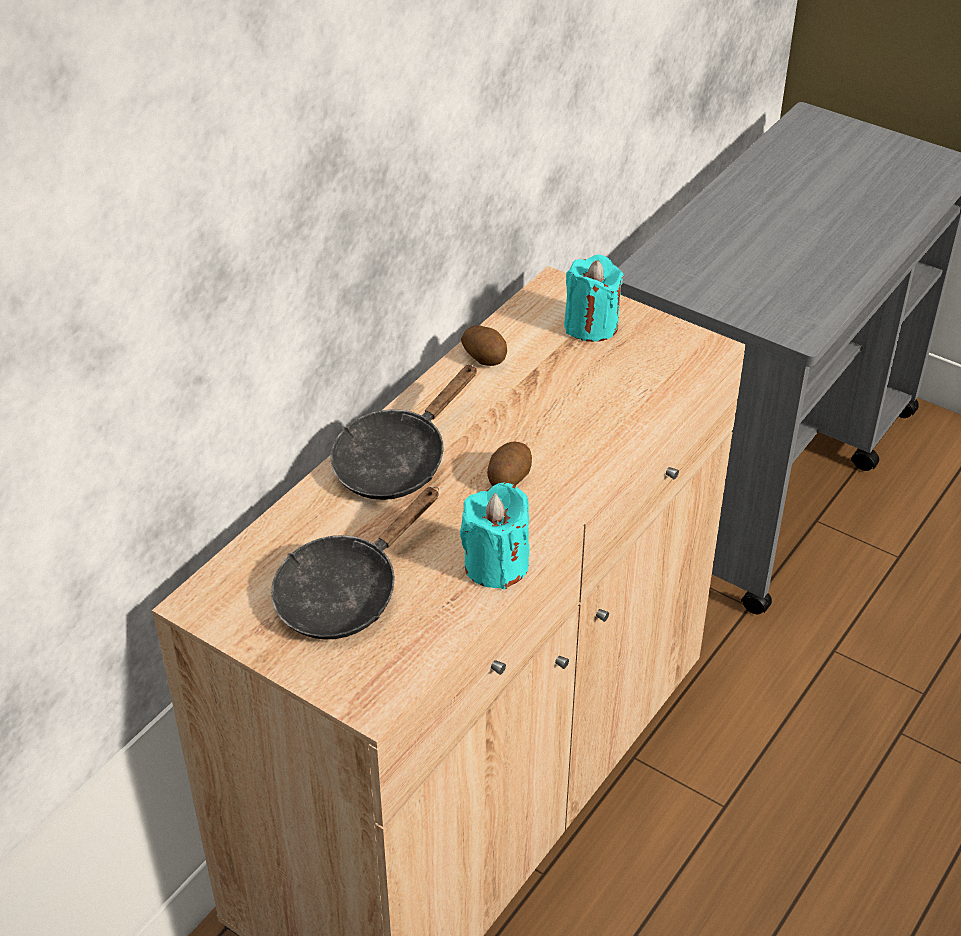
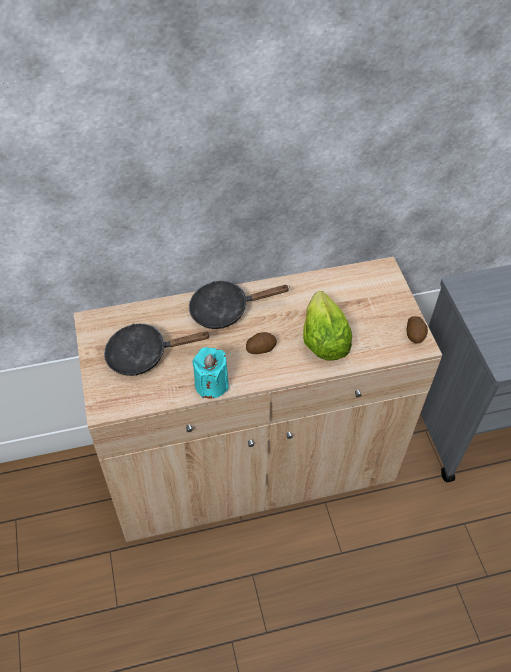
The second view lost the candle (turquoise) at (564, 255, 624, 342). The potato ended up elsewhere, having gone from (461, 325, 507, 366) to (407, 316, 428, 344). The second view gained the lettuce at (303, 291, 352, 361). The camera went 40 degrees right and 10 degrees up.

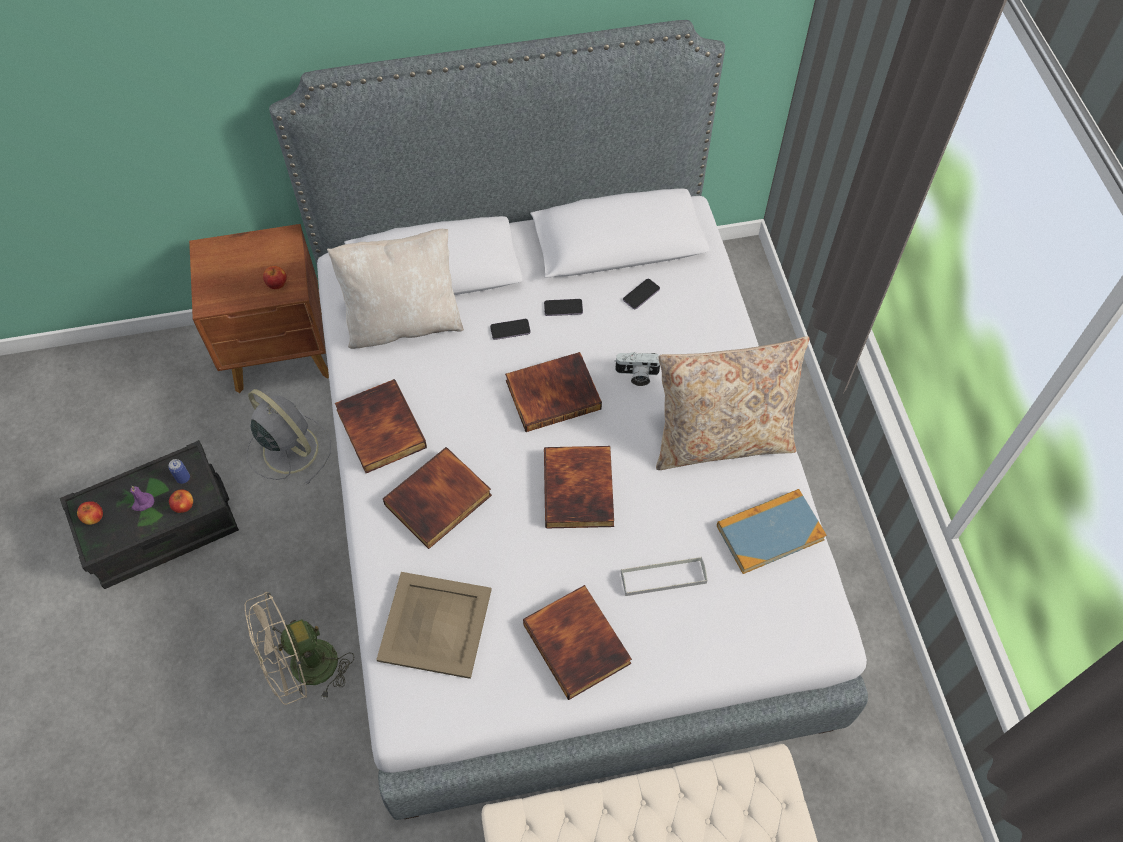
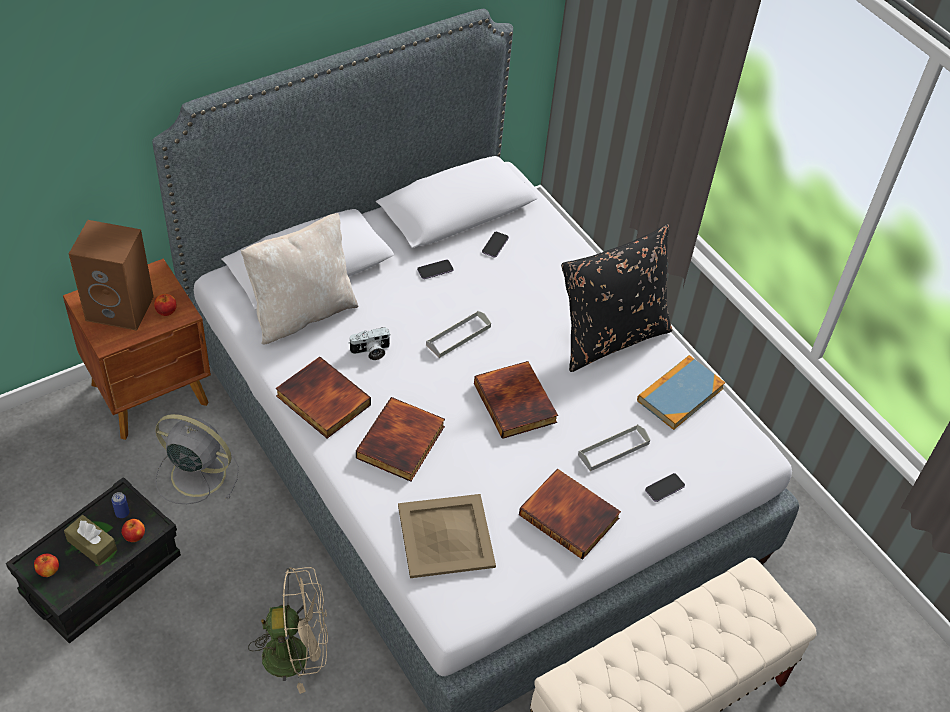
The phone ended up elsewhere, having gone from (490, 319, 531, 340) to (645, 473, 685, 502). What was the pillow (beige) at (656, 337, 810, 470) turned into the pillow (black) at (561, 224, 673, 372). Where the book stood at (505, 352, 602, 432), the tray (grey) came to stand at (426, 311, 491, 358). The photo camera ended up elsewhere, having gone from (614, 352, 660, 386) to (349, 327, 391, 360). Where the candle (purple) stood at (130, 486, 154, 511), the tissue box (brown) came to stand at (64, 515, 117, 566). The fan (beige) at (245, 592, 354, 705) ended up facing another way, 135 degrees counterclockwise from before. The second view gained the speaker (brown) at (69, 220, 154, 331). The camera went 25 degrees left and 10 degrees down.

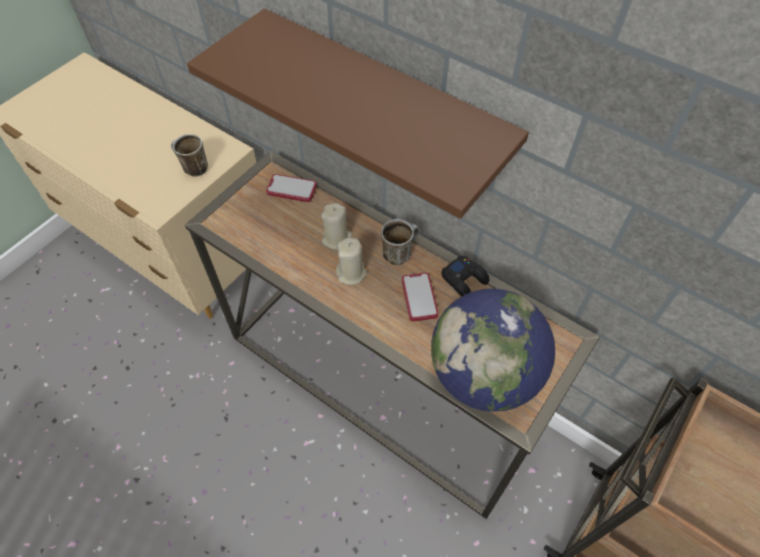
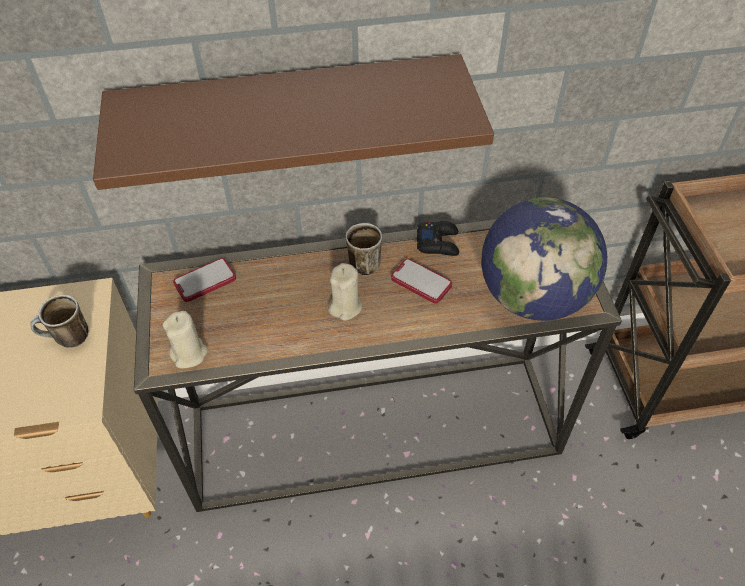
The candle (beige) ended up elsewhere, having gone from (321, 203, 352, 250) to (163, 311, 208, 369). The camera went 45 degrees left and 5 degrees down.

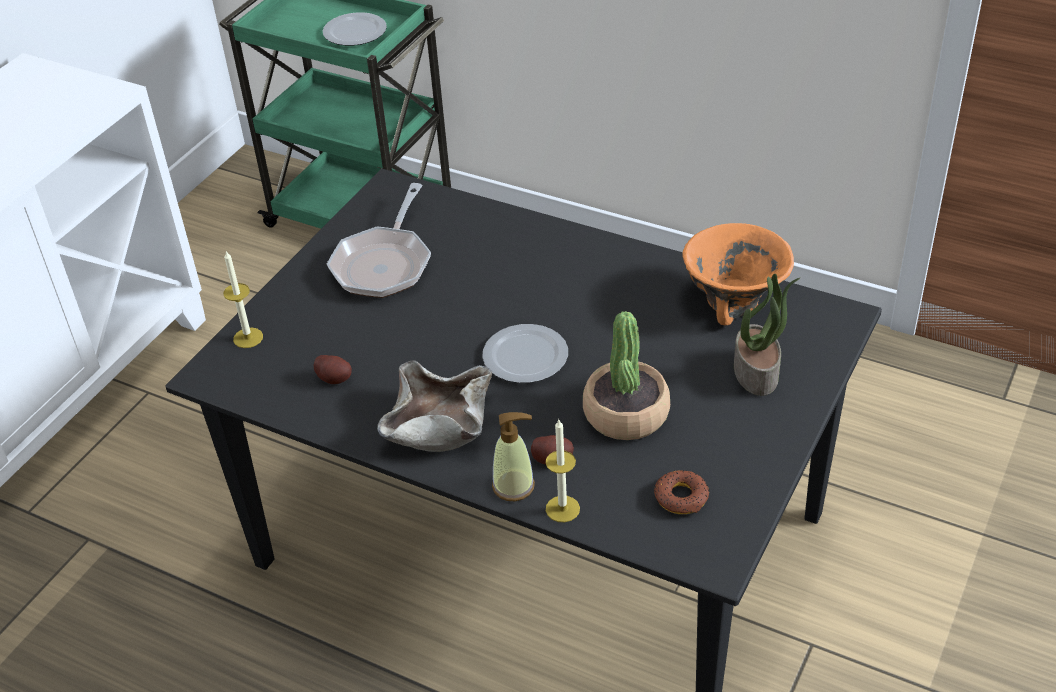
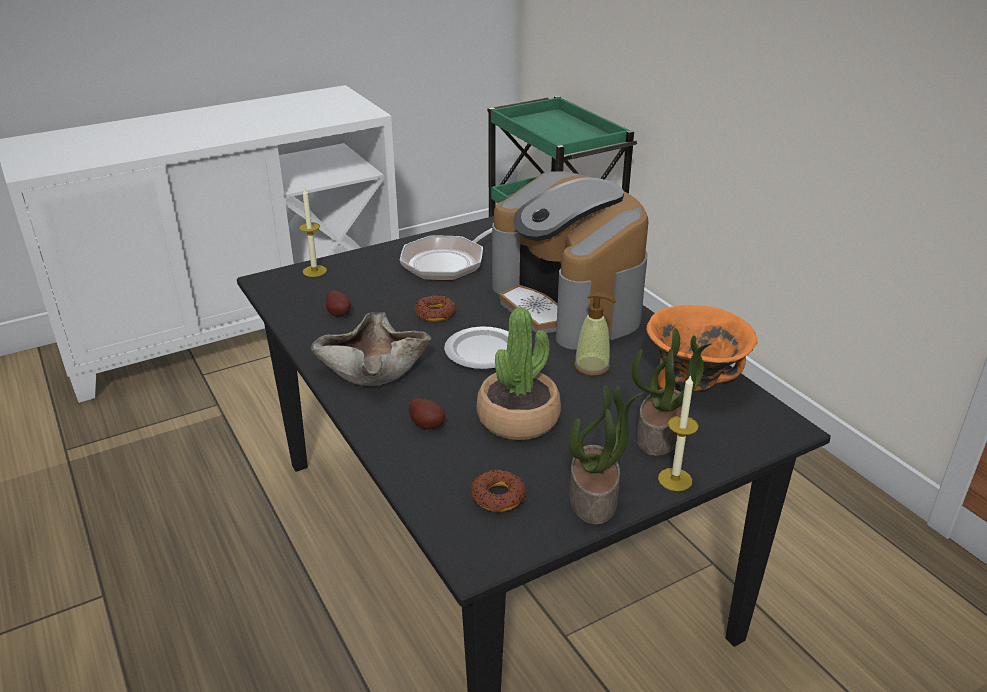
The second view lost the plate at (323, 12, 387, 46). The soap dispenser ended up elsewhere, having gone from (492, 412, 535, 501) to (574, 291, 617, 376). The candle ended up elsewhere, having gone from (546, 420, 580, 522) to (658, 374, 698, 491). The second view gained the coffee machine at (492, 171, 649, 350). The second view gained the donut at (414, 295, 456, 322). The second view gained the potted plant at (569, 385, 644, 525). The camera went 30 degrees right and 10 degrees down.

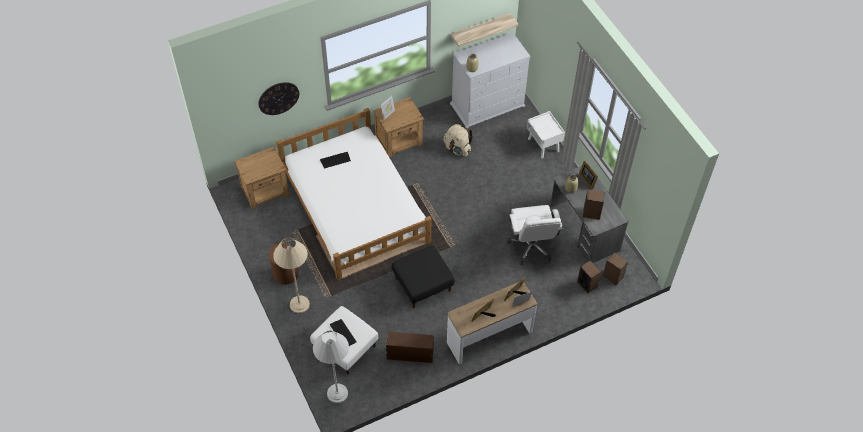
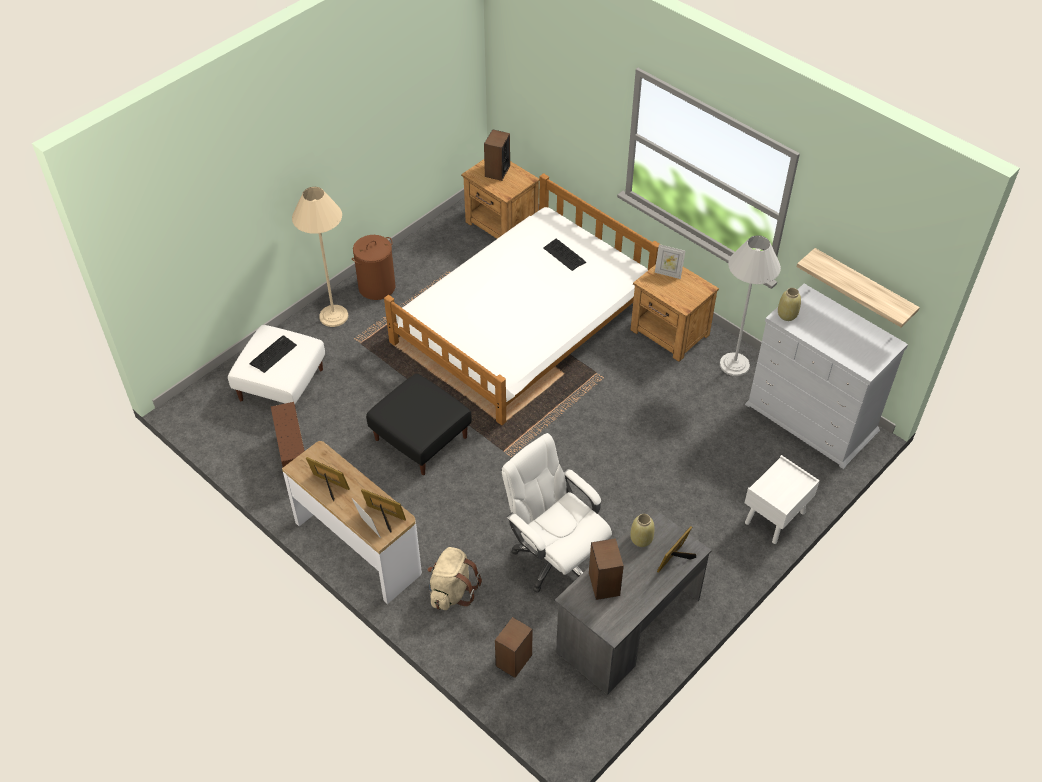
The second view lost the wall clock at (258, 82, 299, 115). The backpack (beige) ended up elsewhere, having gone from (443, 124, 473, 157) to (427, 547, 482, 610). The office chair (white) at (506, 205, 562, 265) ended up facing another way, 75 degrees clockwise from before. The speaker ended up elsewhere, having gone from (603, 253, 628, 285) to (484, 129, 510, 181). The floor lamp (white) ended up elsewhere, having gone from (313, 330, 349, 403) to (720, 235, 781, 376). The camera went 70 degrees right and 5 degrees down.

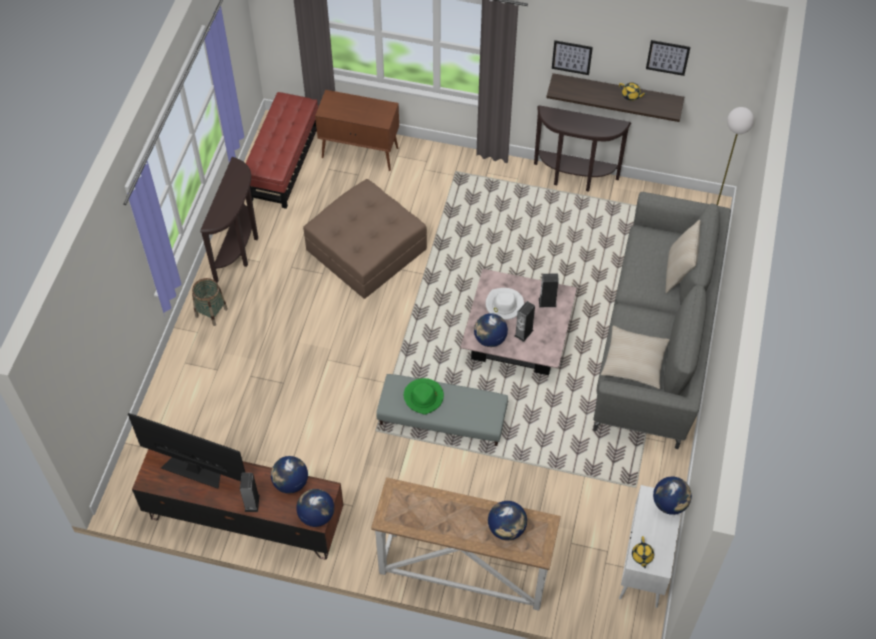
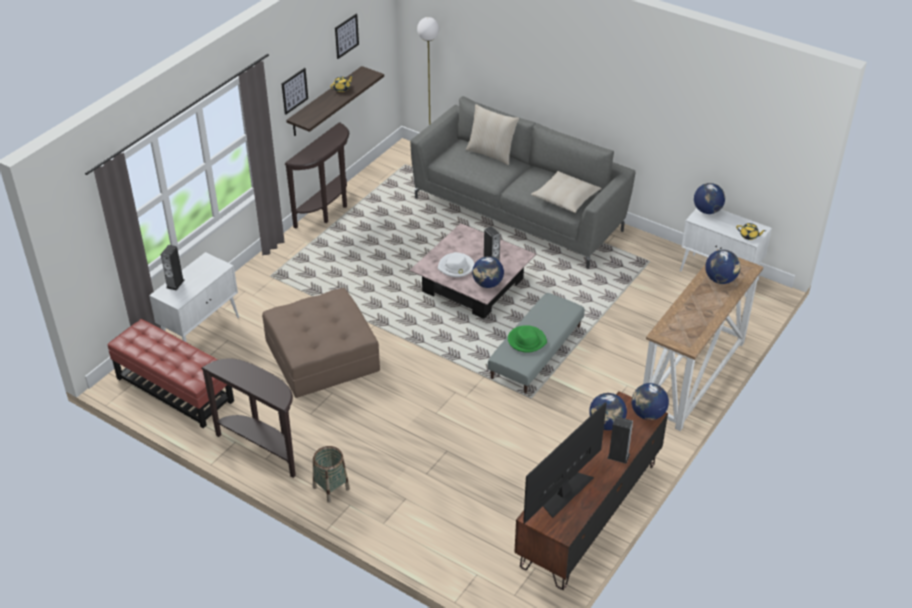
What was the cabinet (brown) at (315, 90, 399, 171) turned into the cabinet (white) at (149, 252, 239, 343). The speaker ended up elsewhere, having gone from (539, 273, 559, 307) to (161, 245, 184, 291). The camera went 70 degrees left and 15 degrees down.

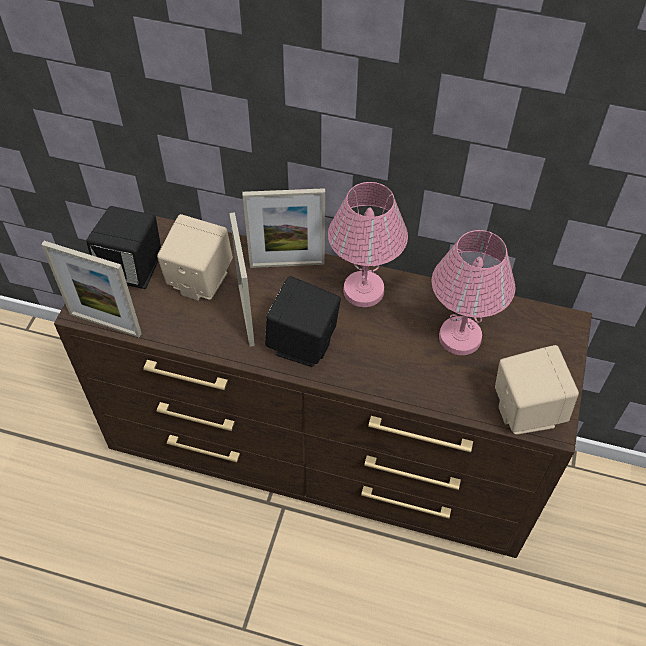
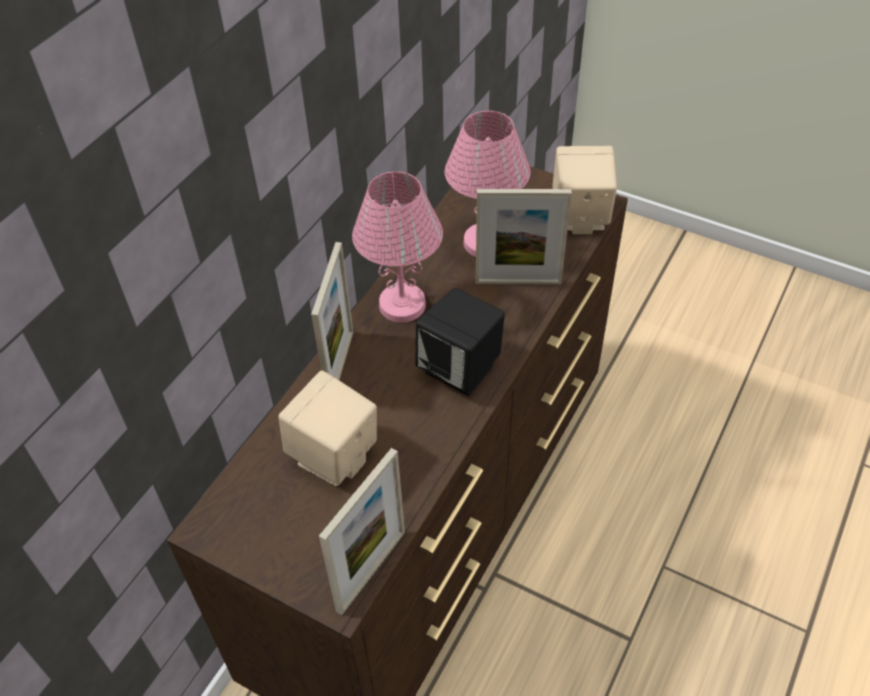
The second view lost the speaker (black) at (86, 206, 161, 289). The picture frame ended up elsewhere, having gone from (230, 212, 255, 346) to (476, 189, 572, 284). The camera went 75 degrees left and 5 degrees down.

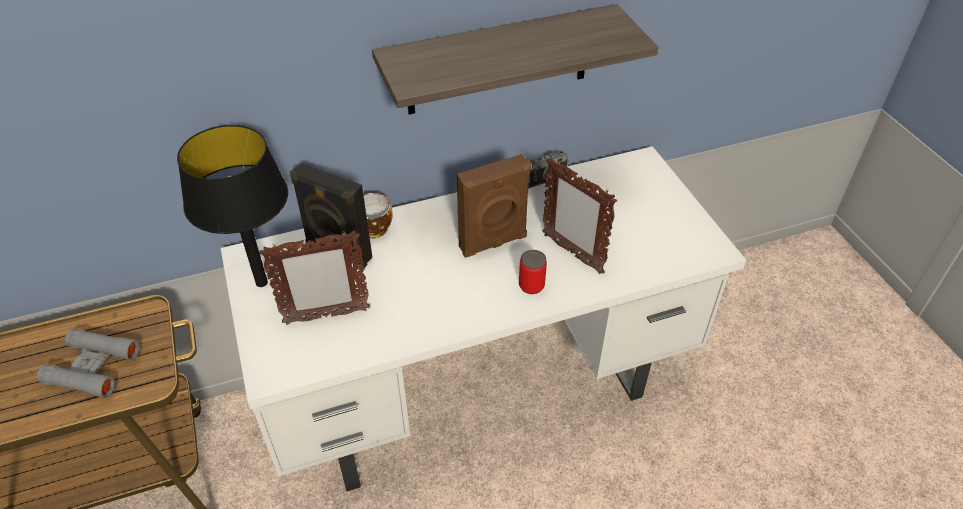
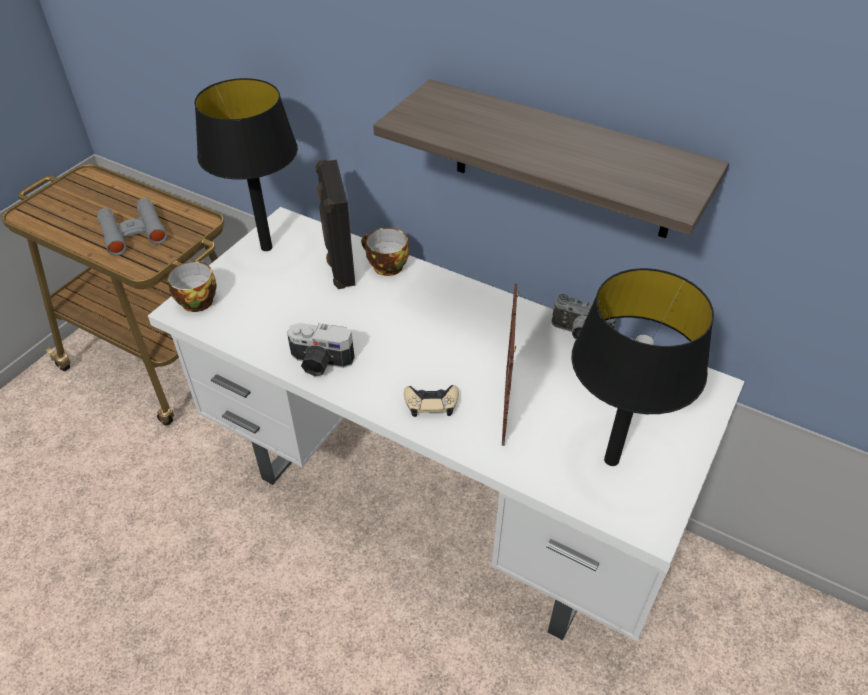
The second view lost the speaker (brown) at (457, 154, 531, 258). The second view lost the picture frame at (259, 231, 370, 325). Where the can stood at (519, 250, 547, 294), the game controller (beige) came to stand at (404, 385, 459, 417). The second view gained the cup at (167, 261, 217, 312). The second view gained the table lamp (black) at (571, 268, 714, 466). The second view gained the photo camera at (287, 323, 355, 376). The camera went 50 degrees right and 0 degrees up.

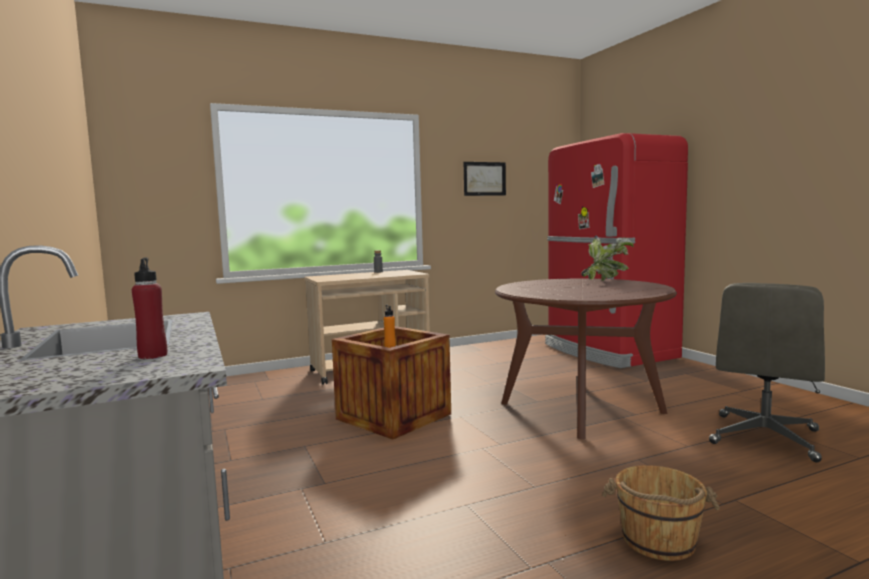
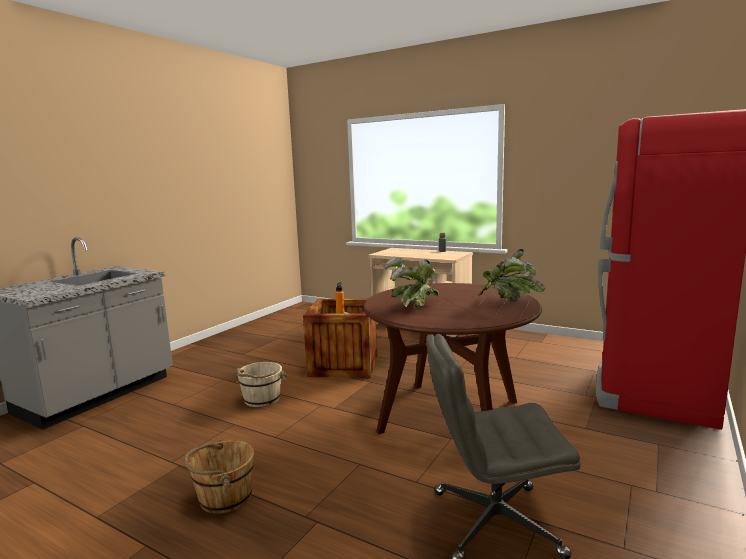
The second view lost the picture at (464, 162, 506, 196). The second view lost the bottle (red) at (132, 257, 167, 359). The second view gained the potted plant at (385, 258, 439, 308). The second view gained the bucket (beige) at (234, 362, 287, 407). The camera went 55 degrees right and 5 degrees up.

